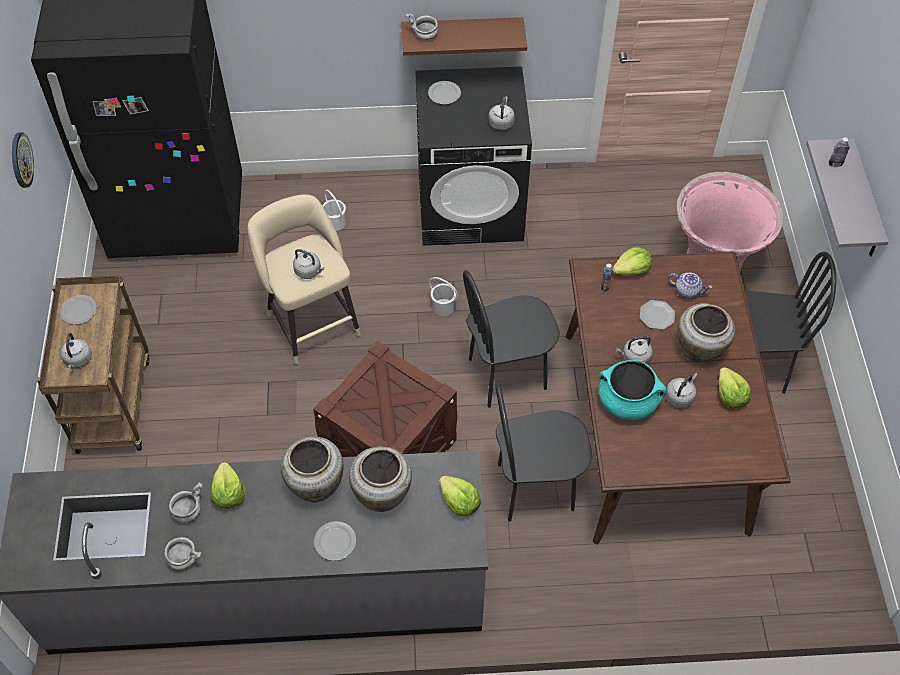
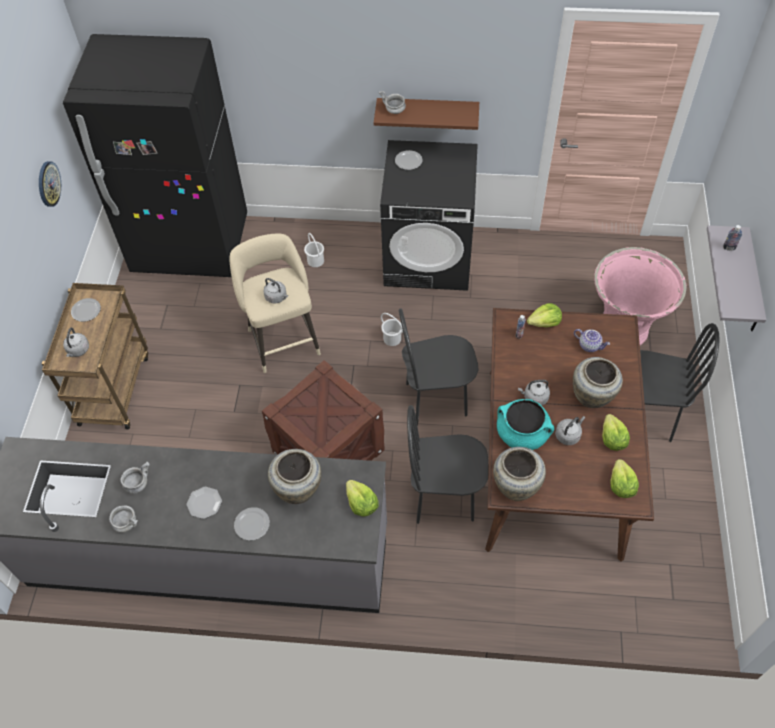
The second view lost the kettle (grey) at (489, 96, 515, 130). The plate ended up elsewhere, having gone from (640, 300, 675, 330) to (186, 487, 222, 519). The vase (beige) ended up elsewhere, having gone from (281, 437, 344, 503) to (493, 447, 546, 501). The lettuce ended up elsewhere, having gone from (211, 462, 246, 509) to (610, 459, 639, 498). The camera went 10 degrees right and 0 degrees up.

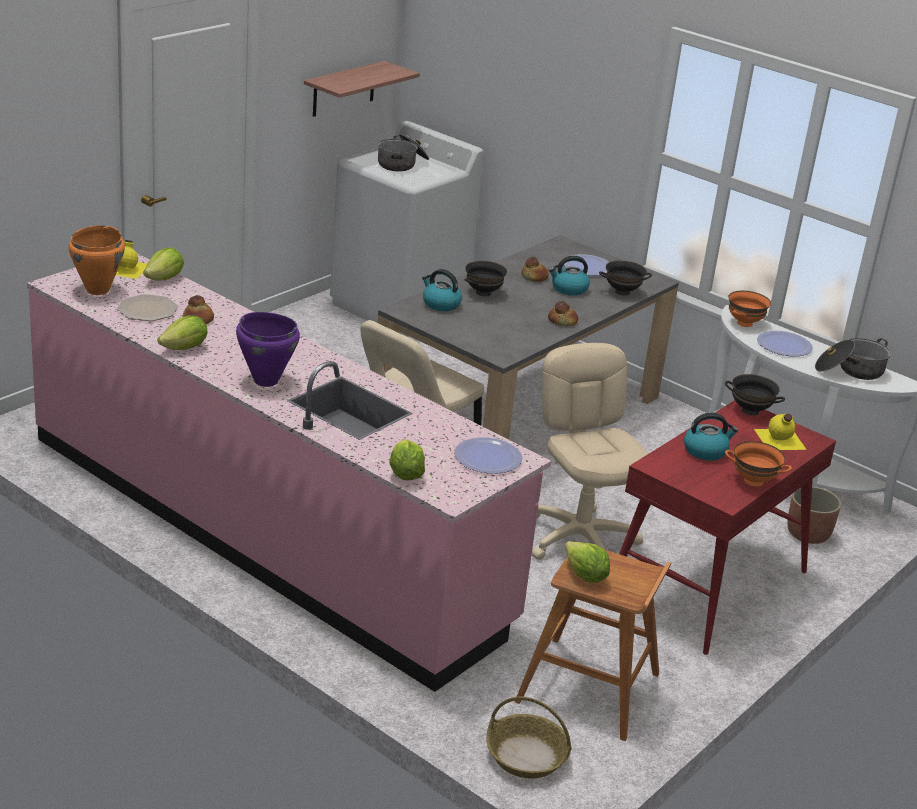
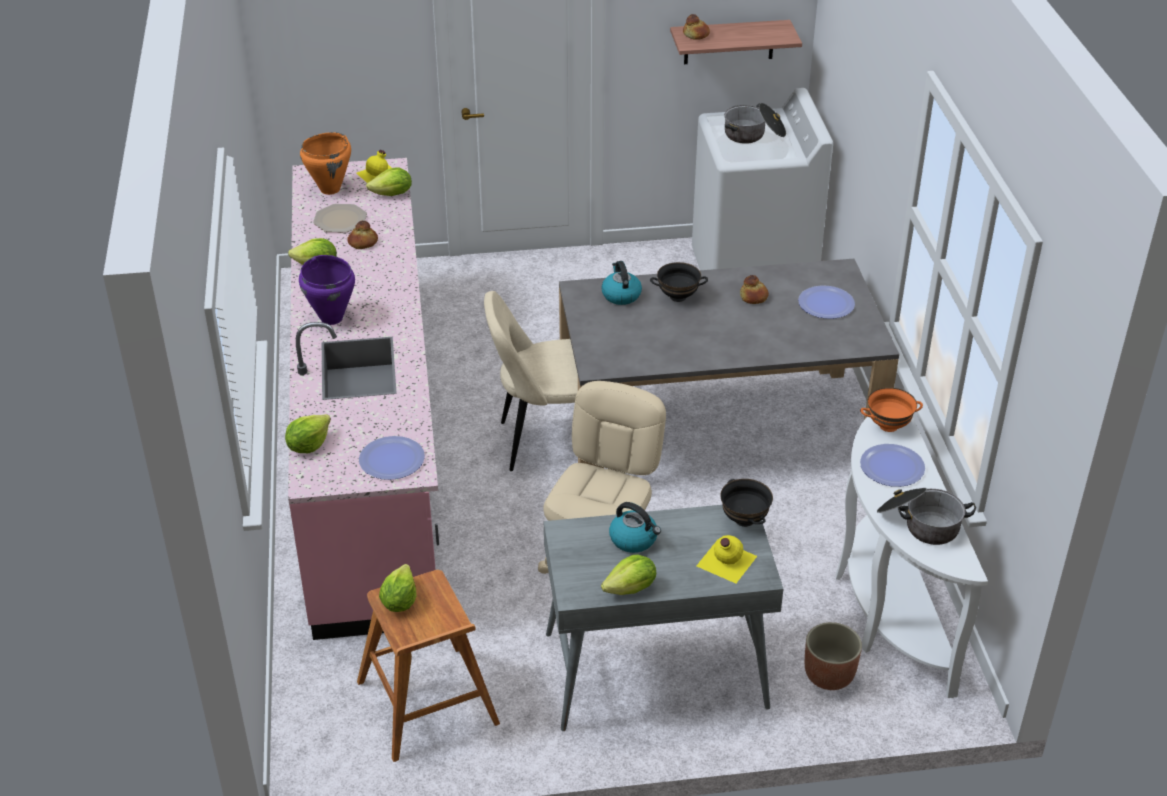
The second view lost the kettle at (548, 256, 590, 296). The second view lost the bowl (black) at (599, 260, 652, 296). The bread ended up elsewhere, having gone from (548, 301, 578, 327) to (683, 14, 710, 40). What was the desk (red) at (619, 400, 836, 655) turned into the desk (grey) at (543, 505, 784, 731). Where the bowl (orange) stood at (725, 441, 792, 487), the lettuce came to stand at (601, 554, 656, 595). The second view lost the basket at (486, 697, 572, 778). The camera went 45 degrees right and 10 degrees up.

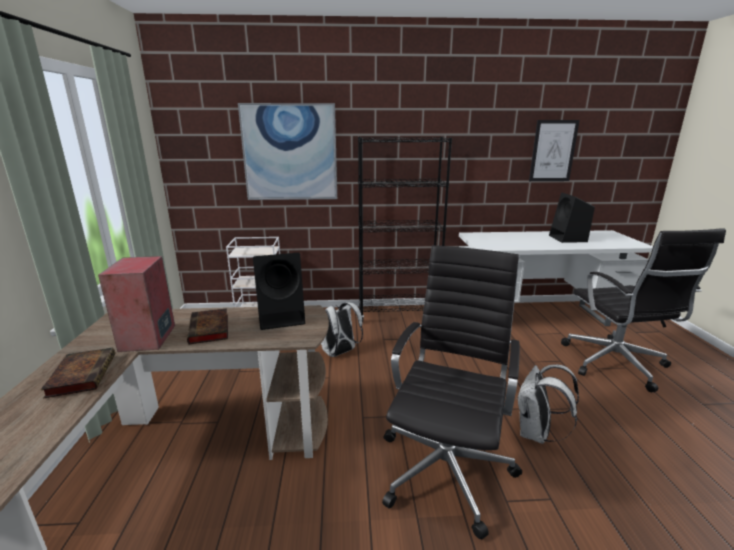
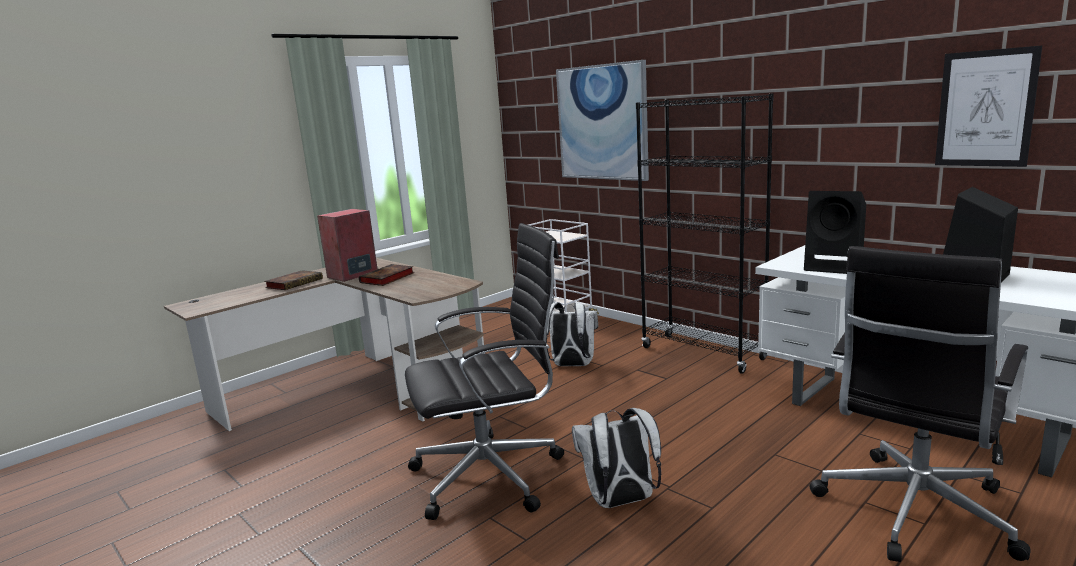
The speaker (black) ended up elsewhere, having gone from (253, 253, 305, 330) to (804, 191, 866, 274). The camera went 50 degrees right and 5 degrees down.

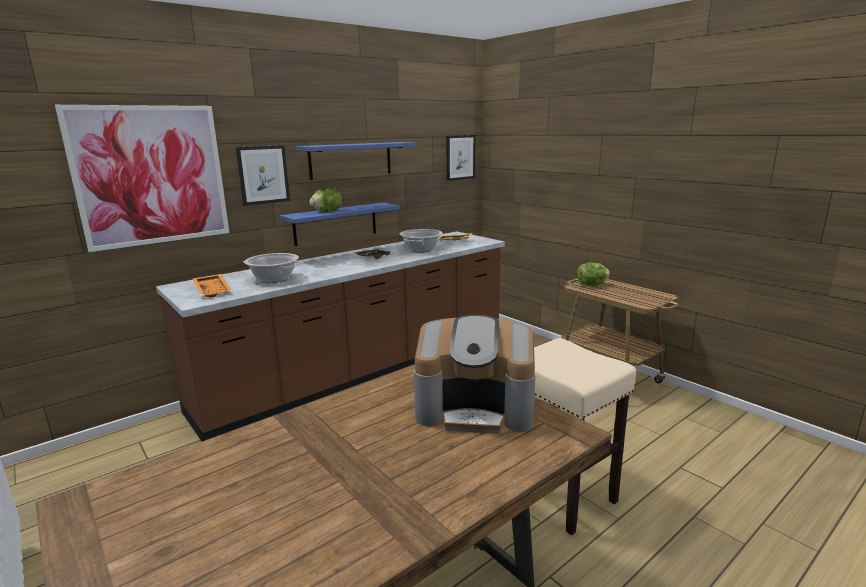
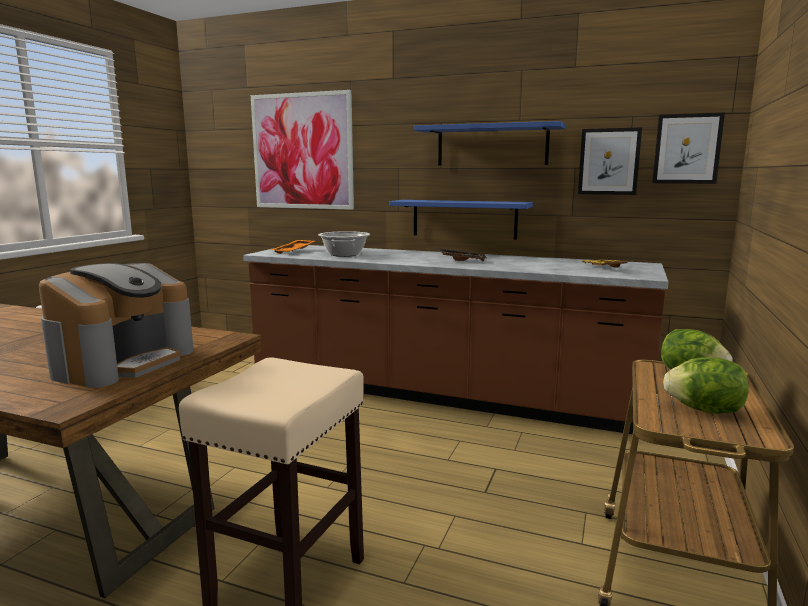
The picture ended up elsewhere, having gone from (236, 145, 290, 206) to (578, 128, 642, 195). The lettuce ended up elsewhere, having gone from (310, 188, 342, 212) to (663, 357, 749, 414). The second view lost the cooking pot at (400, 229, 443, 253). The coffee machine at (414, 315, 536, 434) ended up facing another way, 135 degrees counterclockwise from before. The camera went 60 degrees right and 5 degrees down.

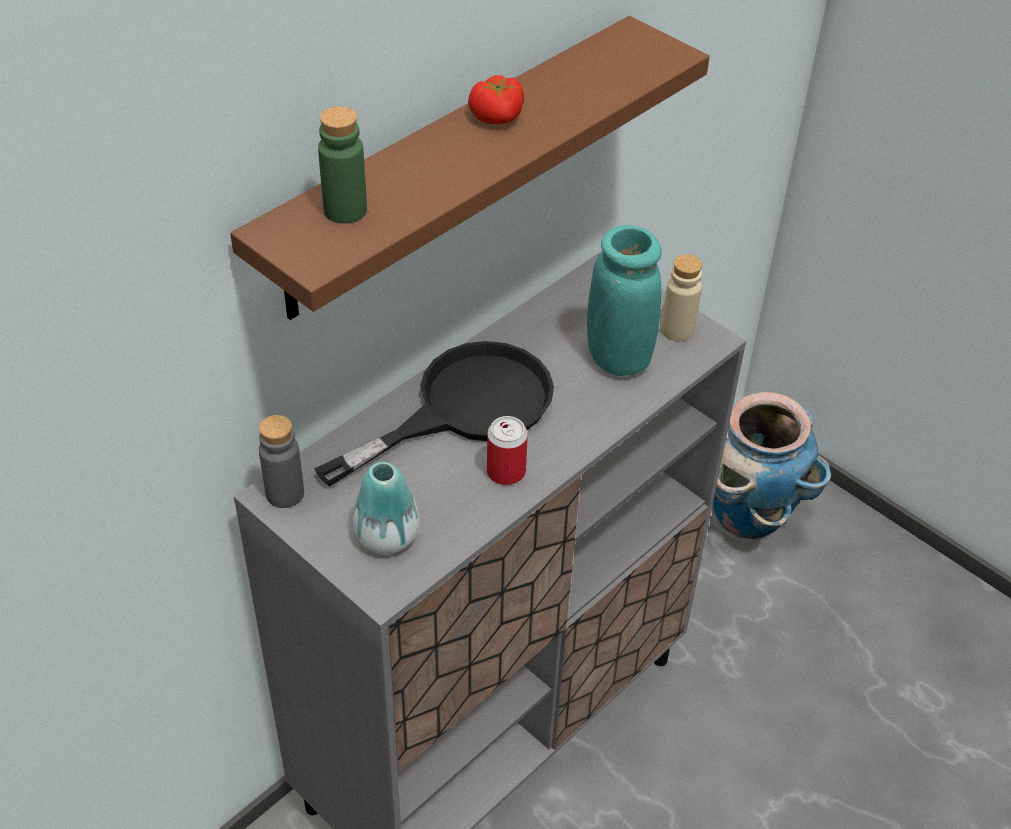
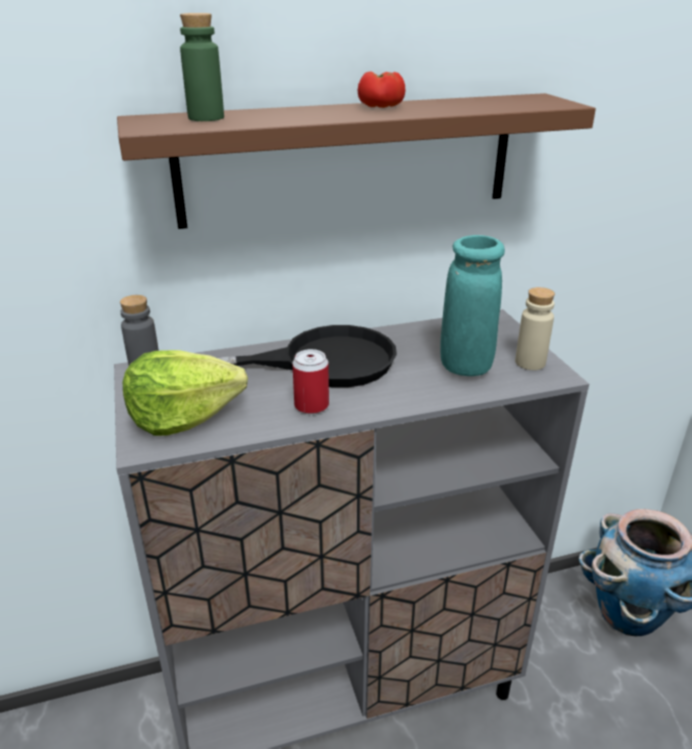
Where the vase stood at (353, 462, 419, 554), the lettuce came to stand at (123, 350, 248, 436). The camera went 30 degrees right and 15 degrees down.

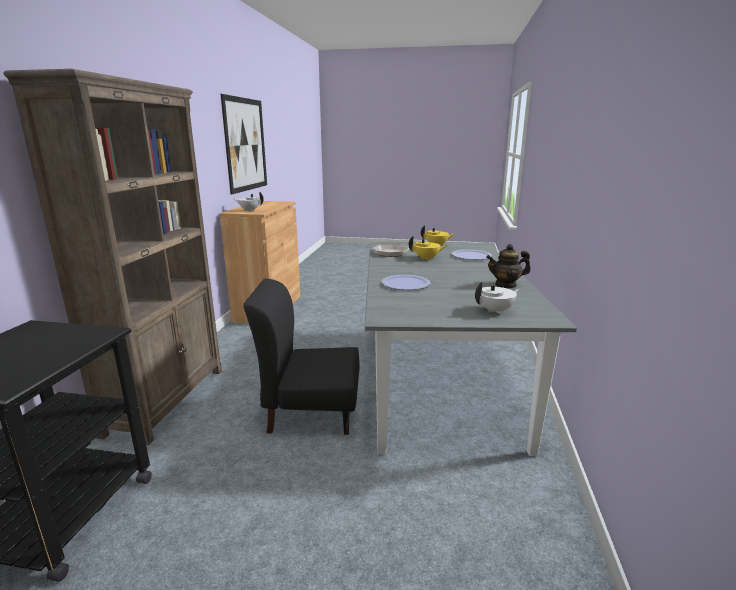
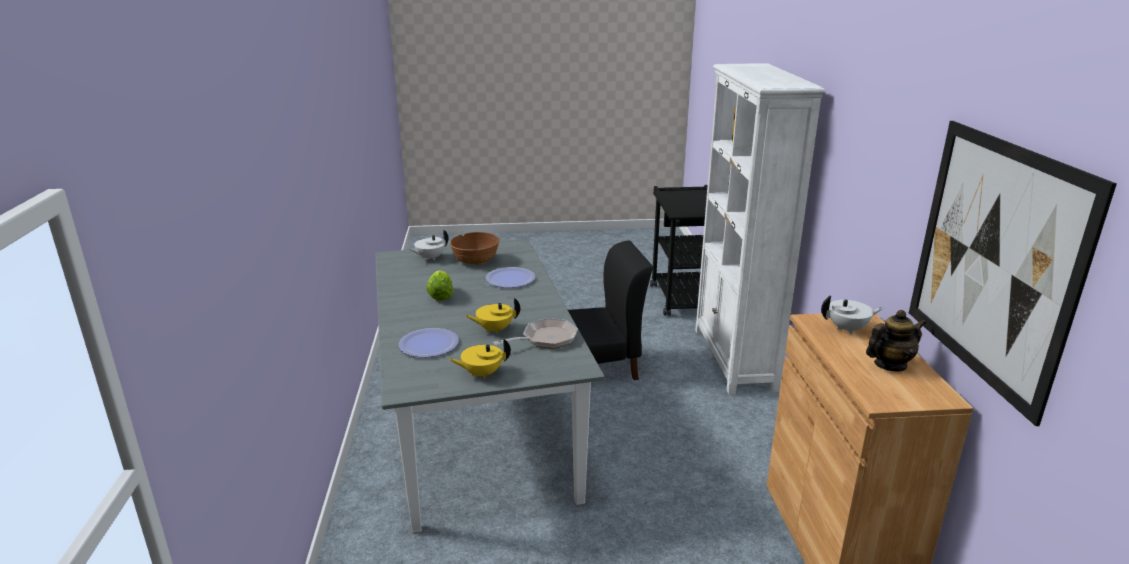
What was the bookcase (brown) at (4, 69, 222, 445) turned into the bookcase (white) at (695, 63, 824, 394). The teapot ended up elsewhere, having gone from (486, 244, 531, 289) to (866, 310, 926, 372). The second view gained the bowl (brown) at (450, 232, 500, 265). The second view gained the lettuce at (426, 270, 453, 301). The camera went 165 degrees right and 5 degrees up.

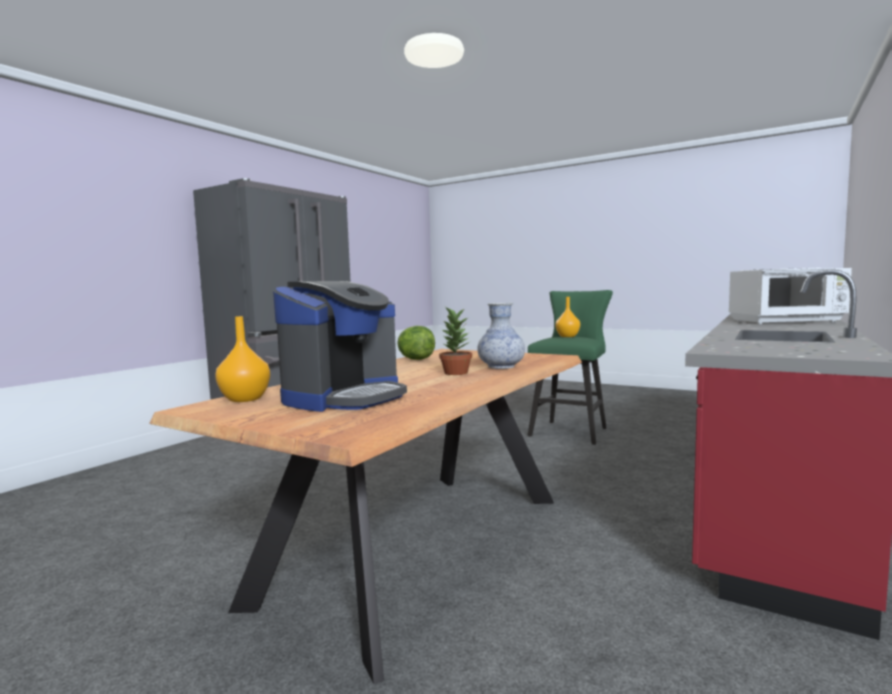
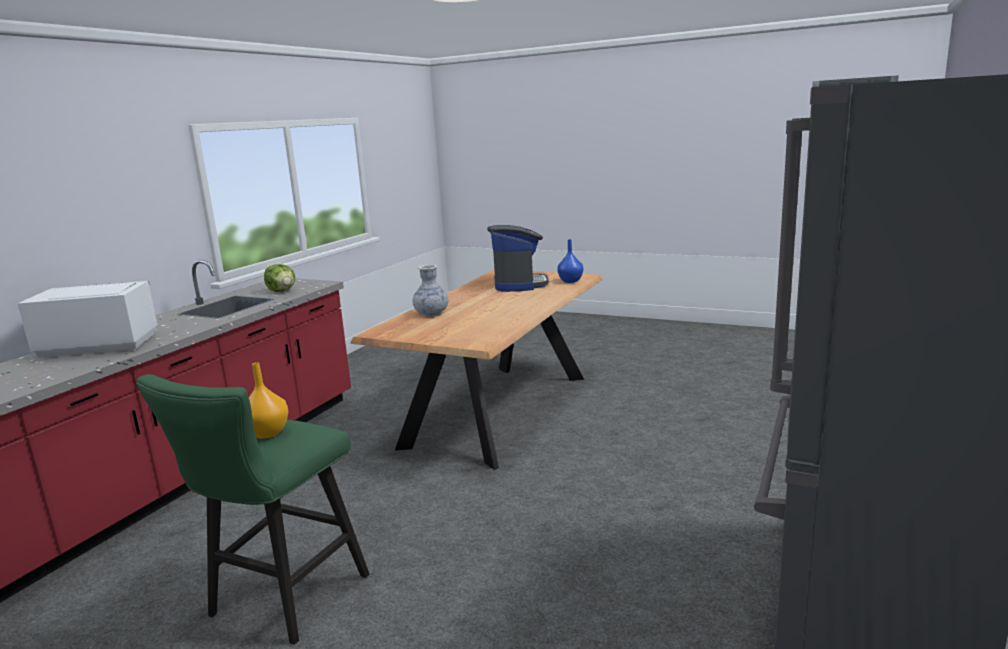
The coffee machine at (273, 281, 407, 412) ended up facing another way, 150 degrees clockwise from before. The second view lost the potted plant at (439, 307, 472, 375). What was the vase (orange) at (215, 316, 270, 402) turned into the vase (blue) at (557, 239, 583, 283). The lettuce ended up elsewhere, having gone from (397, 326, 435, 360) to (264, 264, 295, 292). The camera went 175 degrees right and 10 degrees up.

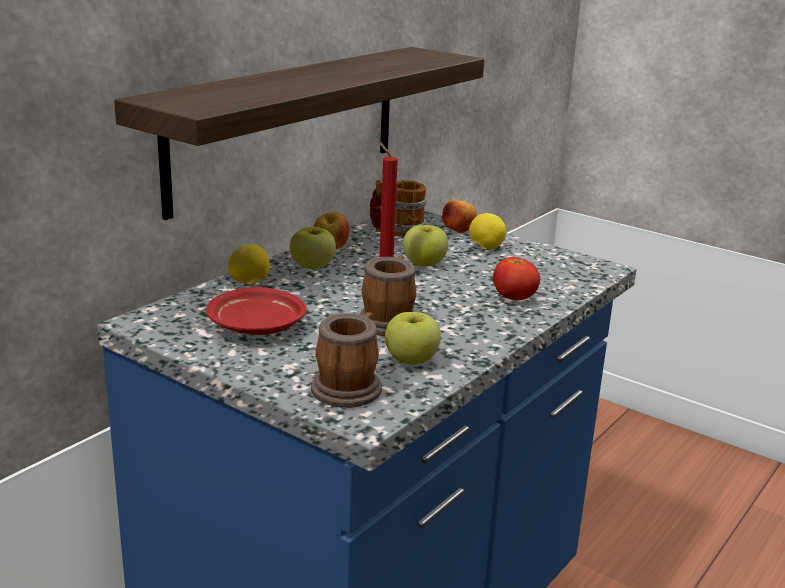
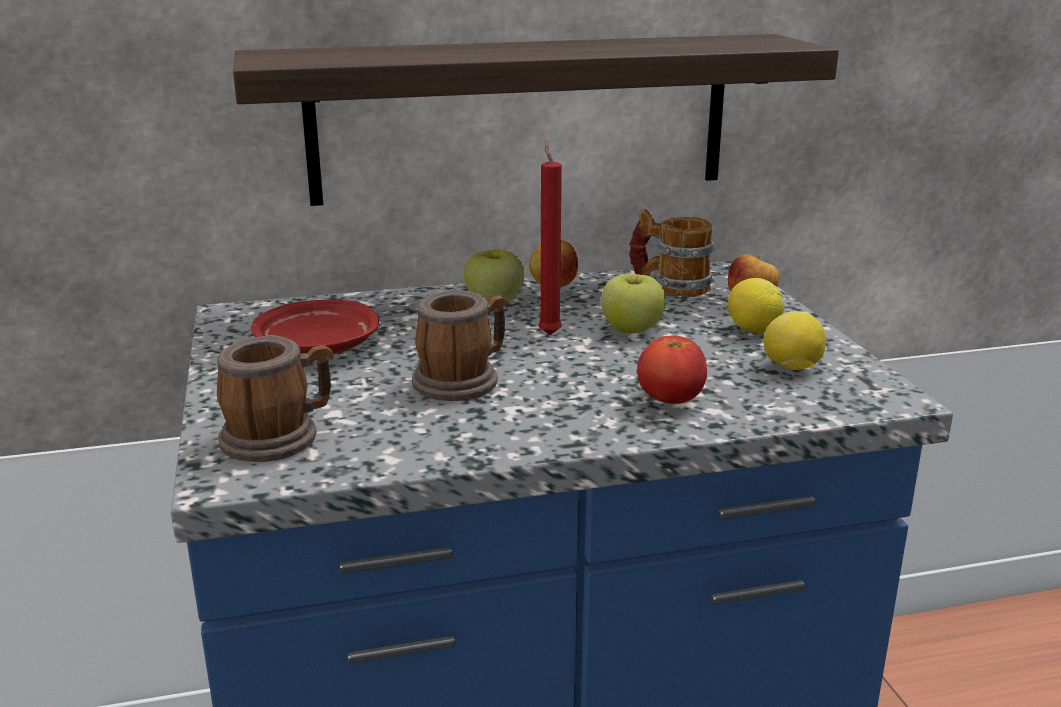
The lemon ended up elsewhere, having gone from (228, 244, 270, 284) to (764, 311, 826, 370). The second view lost the apple at (385, 312, 441, 365). The camera went 40 degrees right and 0 degrees up.

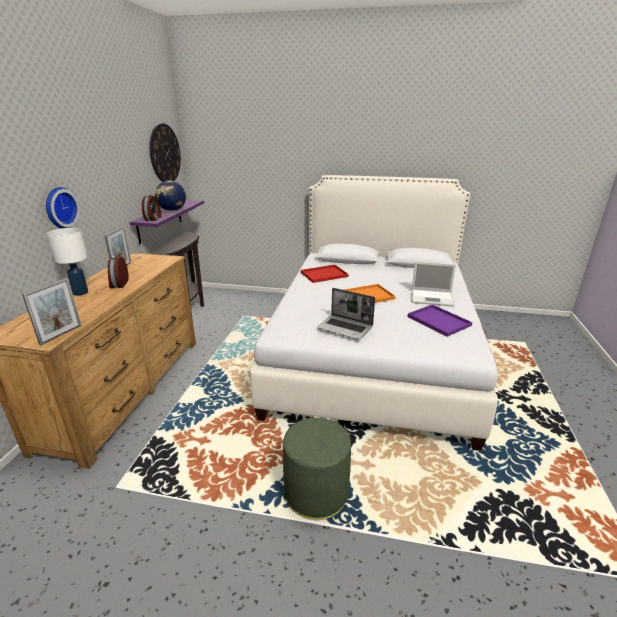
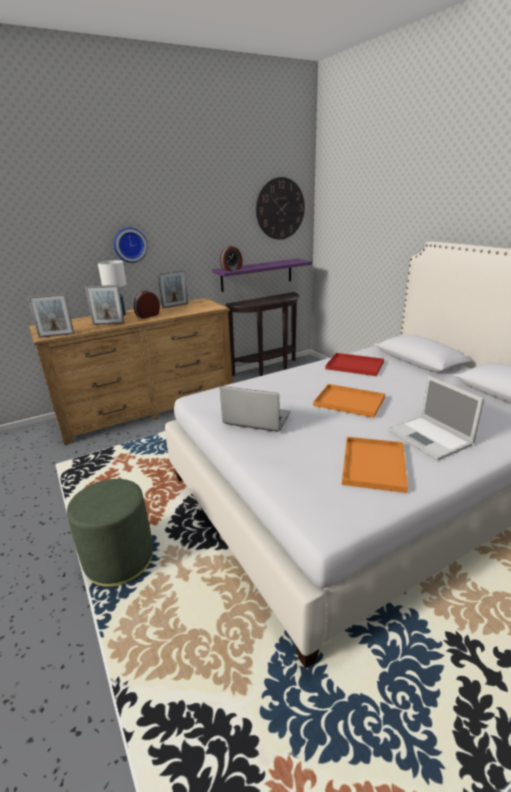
The second view lost the globe at (155, 180, 186, 211). The laptop at (317, 288, 375, 340) ended up facing another way, 120 degrees clockwise from before. What was the tray (purple) at (407, 304, 472, 337) turned into the tray (orange) at (342, 437, 408, 493). The second view gained the picture frame at (85, 285, 125, 325). The camera went 50 degrees right and 0 degrees up.

